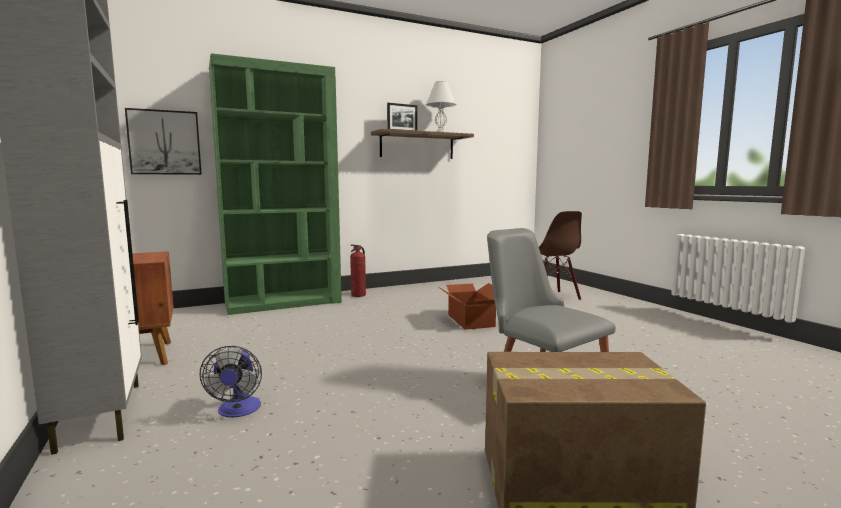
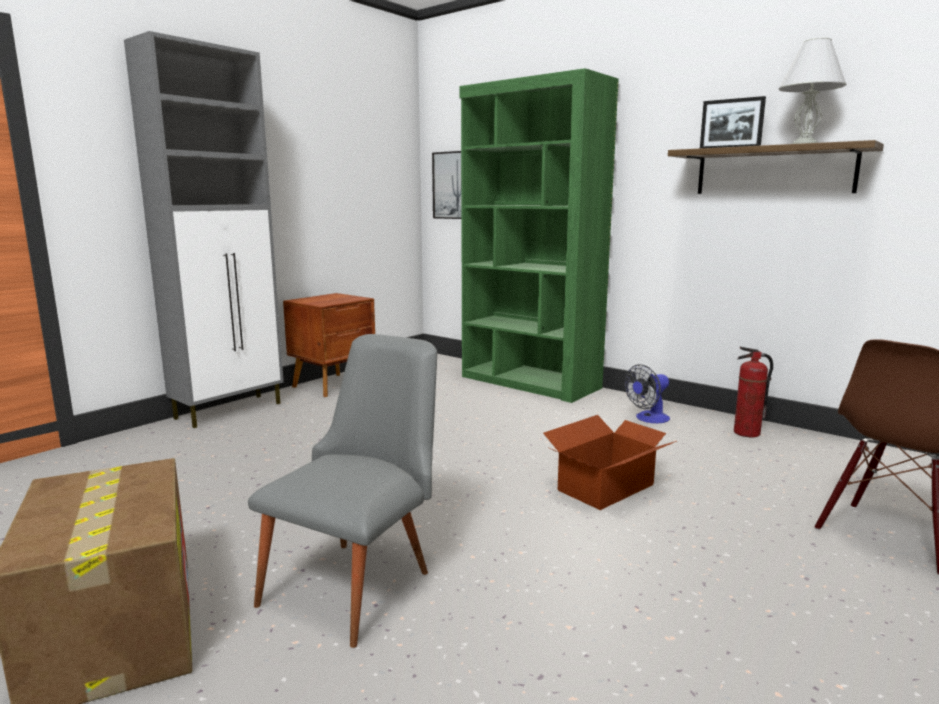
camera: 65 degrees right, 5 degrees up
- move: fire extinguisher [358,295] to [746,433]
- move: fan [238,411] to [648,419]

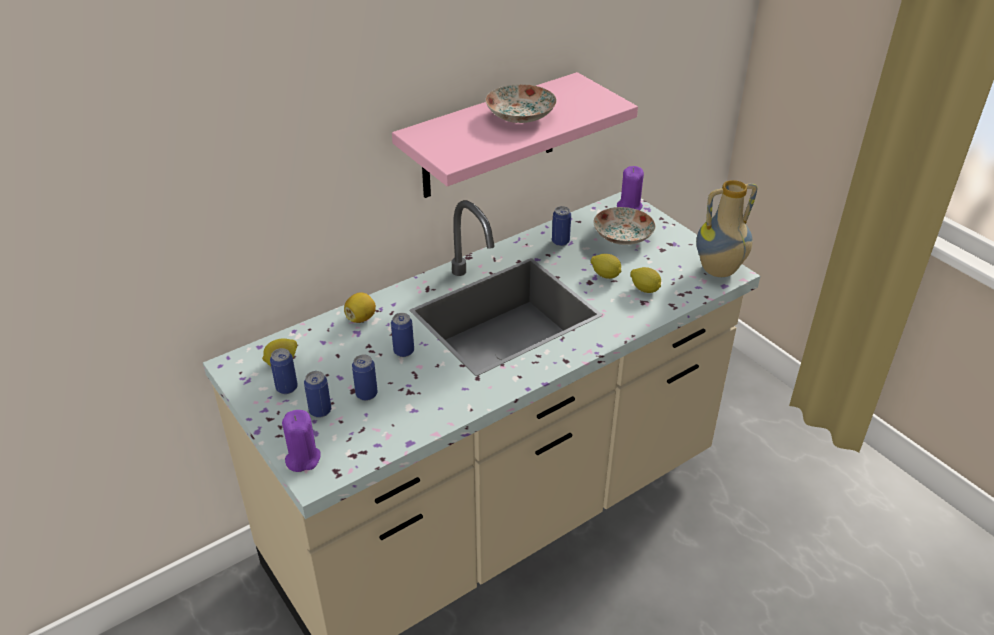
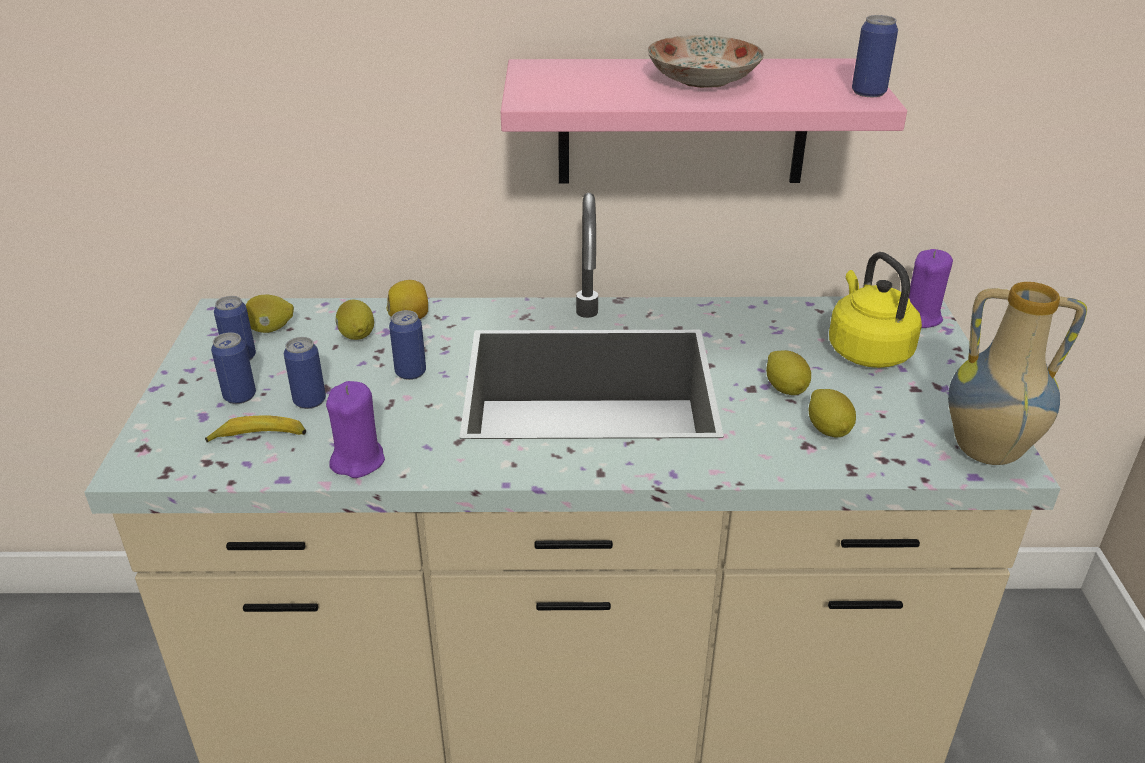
camera: 35 degrees right, 5 degrees down
- move: can [560,241] to [868,93]
- replace: plate [622,236] to kettle in yellow [866,350]
- move: candle in purple [302,458] to [358,461]
- insert: lemon [357,337]
- insert: banana [259,438]

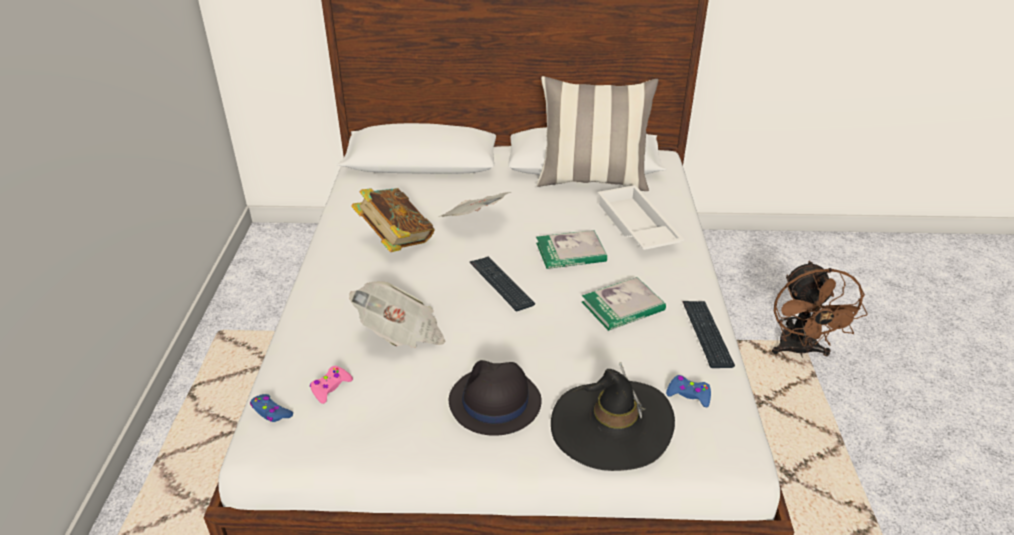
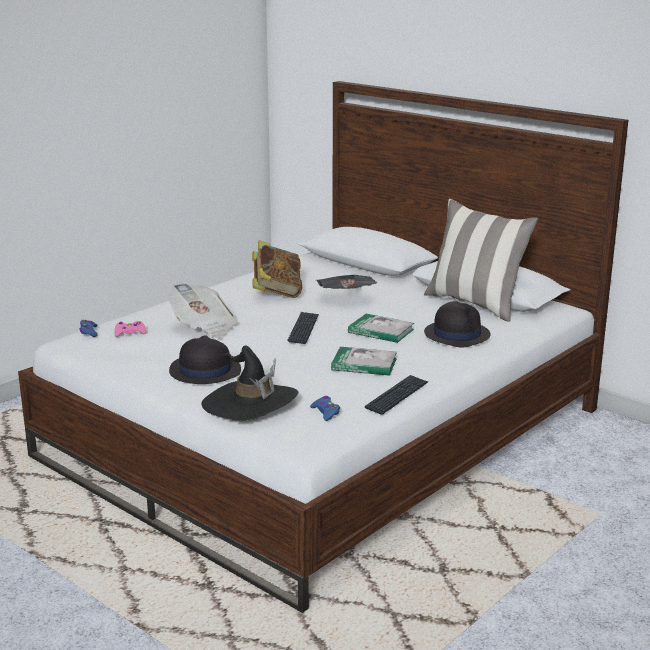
camera: 40 degrees right, 15 degrees down
- replace: tray in white [635,226] to hat in black [456,334]
- delete: fan in brown [799,351]

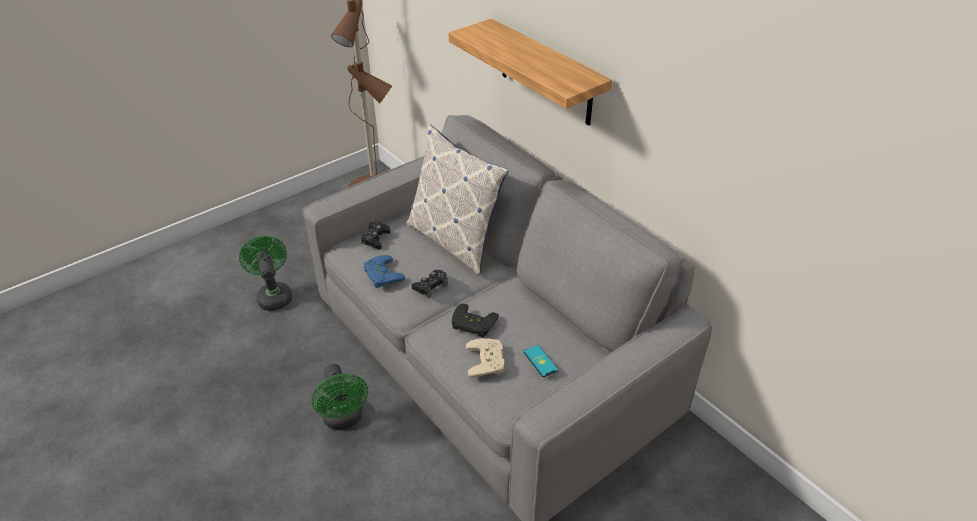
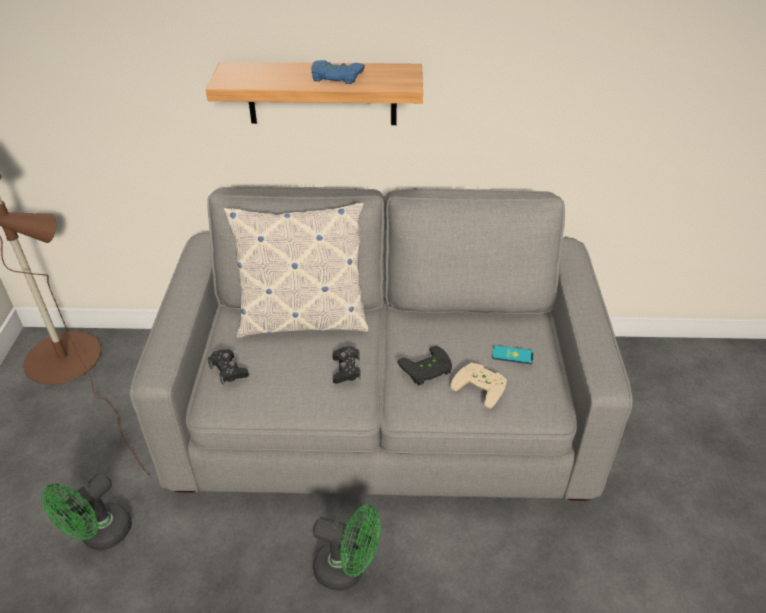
camera: 50 degrees left, 0 degrees up
- rotate: fan in green [273,295] = [100,536] 75 degrees counterclockwise
- move: game controller in blue [380,275] to [335,76]

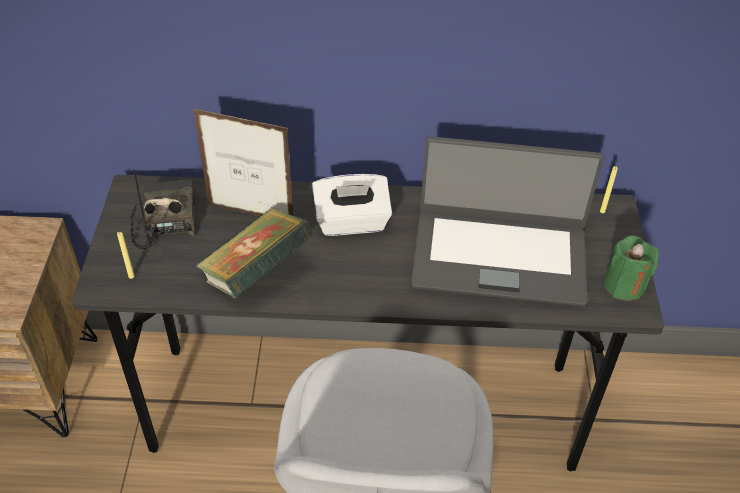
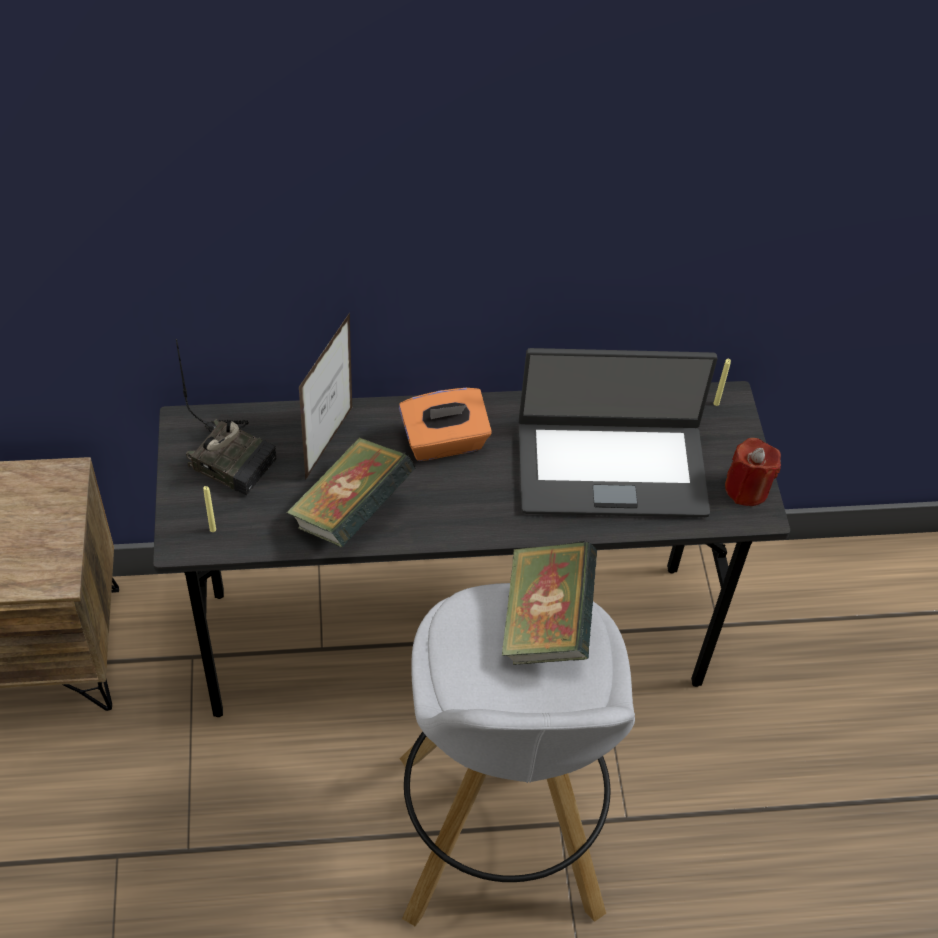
camera: 10 degrees left, 5 degrees up
- rotate: picture frame [251,214] = [329,442] 75 degrees counterclockwise
- rotate: radio [165,219] = [233,458] 135 degrees clockwise
- recolor: tissue box in white [352,222] to tissue box in orange [444,442]
- recolor: candle in green [624,285] to candle in red [746,488]
- insert: book [546,624]

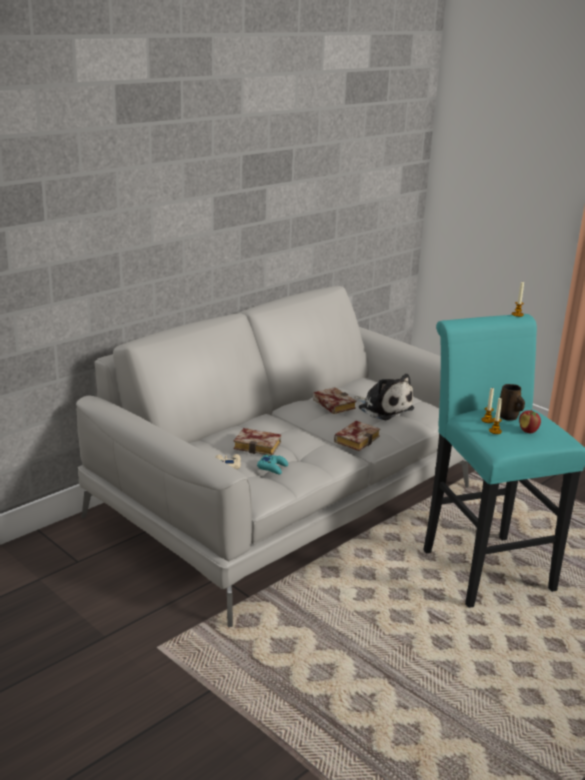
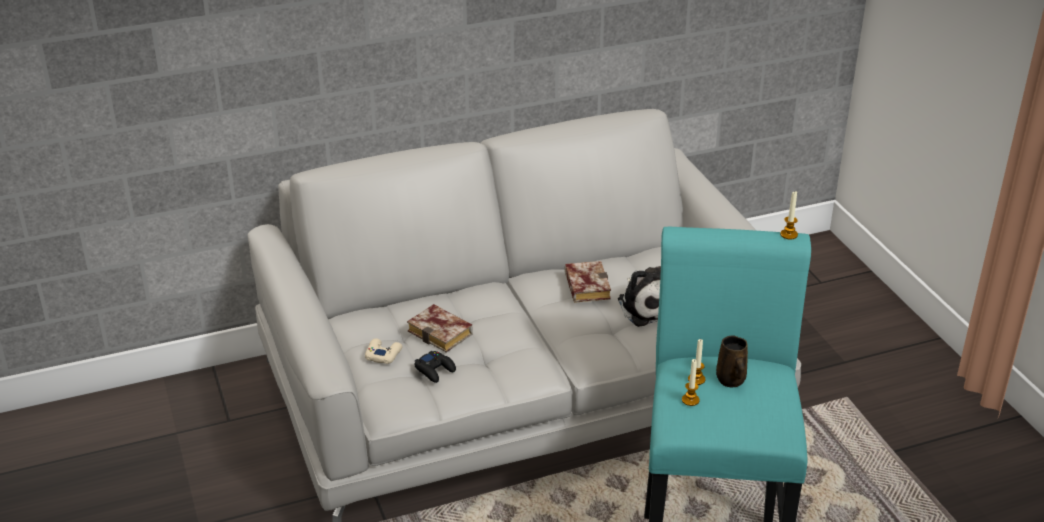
camera: 25 degrees right, 10 degrees up
- delete: apple [528,431]
- delete: book [356,439]
- recolor: game controller in turquoise [273,467] to game controller in black [435,370]

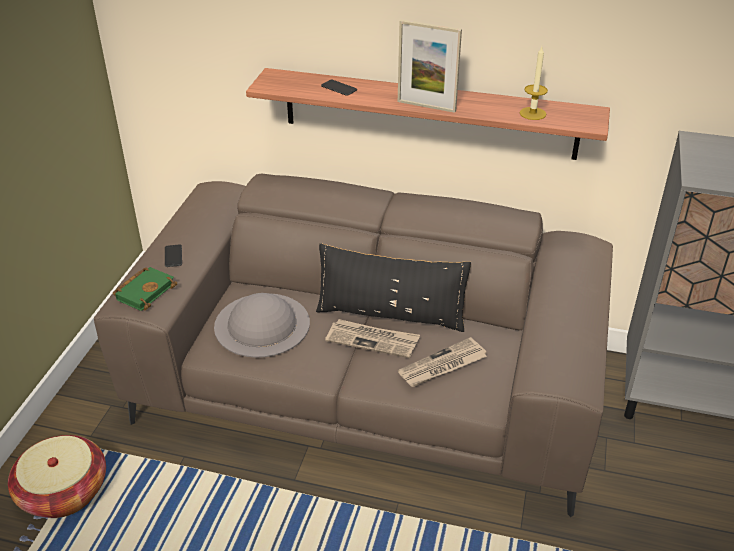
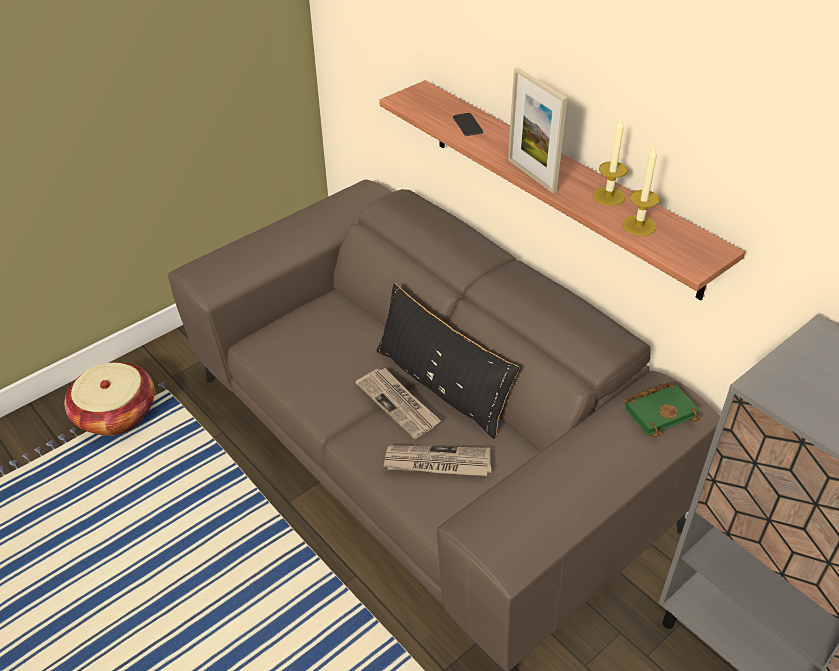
camera: 35 degrees right, 5 degrees up
- delete: phone [173,256]
- move: book in green [145,291] to [660,411]
- delete: hat in grey [262,324]
- insert: candle [608,196]

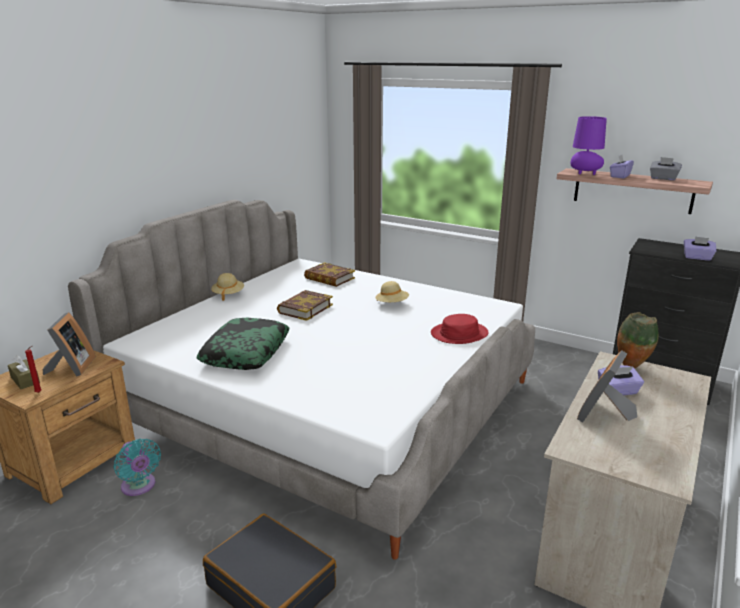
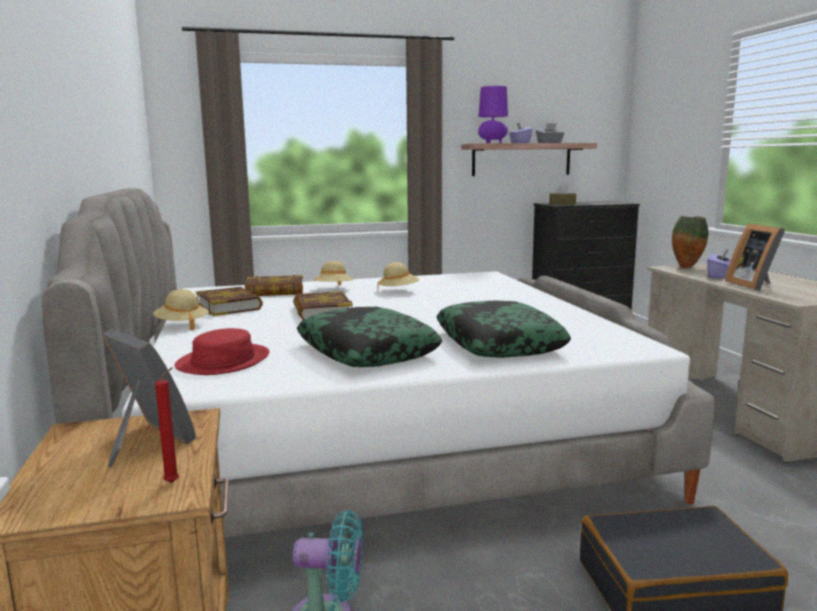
camera: 45 degrees left, 10 degrees down
- delete: tissue box in purple [697,257]
- move: hat in red [459,333] to [223,361]
- move: tissue box in brown [25,380] to [562,204]
- insert: hat in beige [333,289]
- insert: book [229,307]
- insert: pillow [498,343]

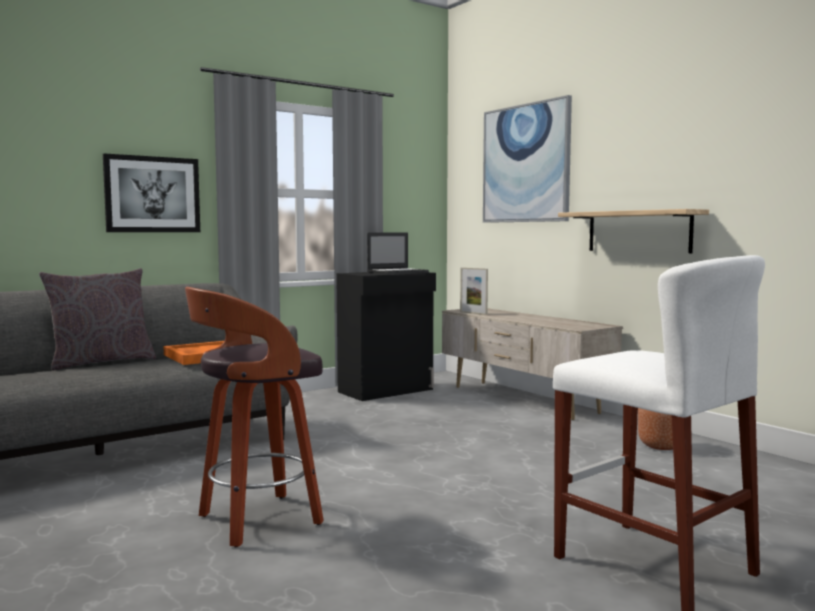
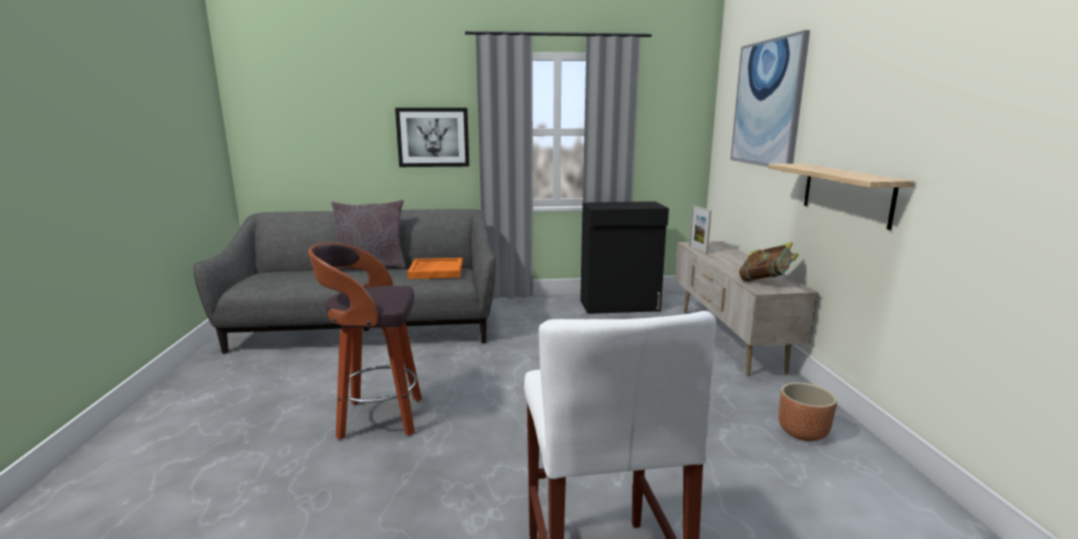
camera: 30 degrees right, 10 degrees up
- delete: laptop [398,272]
- insert: book [765,282]

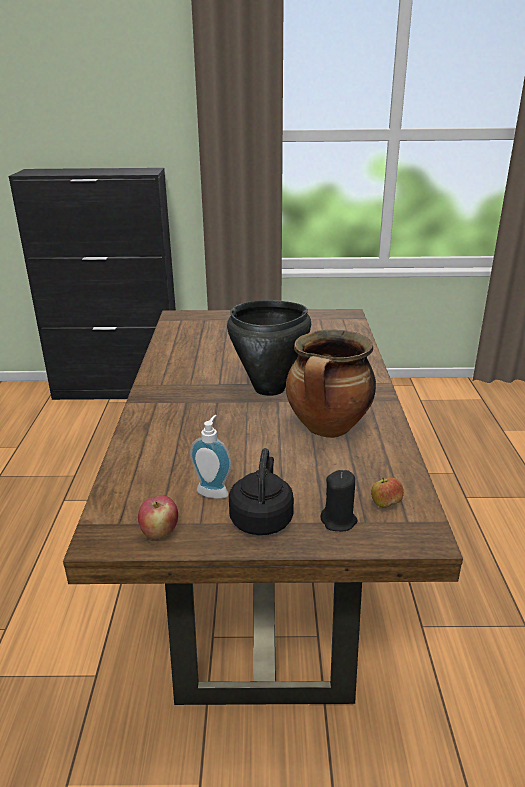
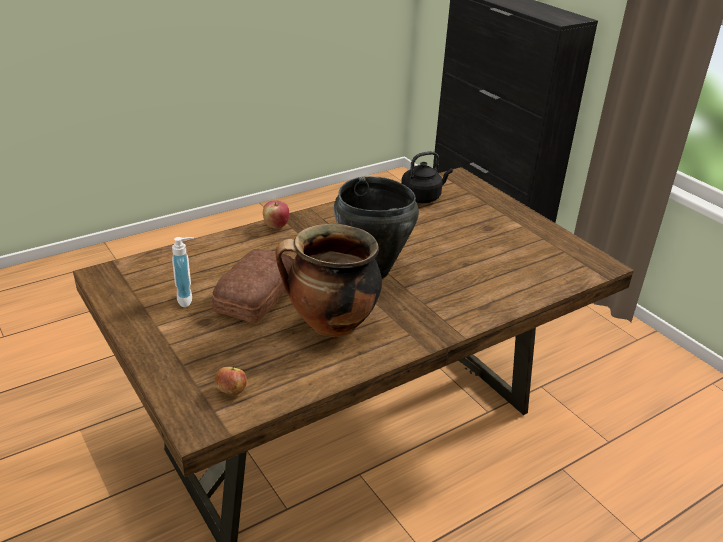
camera: 55 degrees right, 5 degrees up
- move: kettle in black [262,518] to [422,197]
- delete: candle in black [339,521]
- move: apple [159,533] to [276,226]
- insert: bread [254,294]

